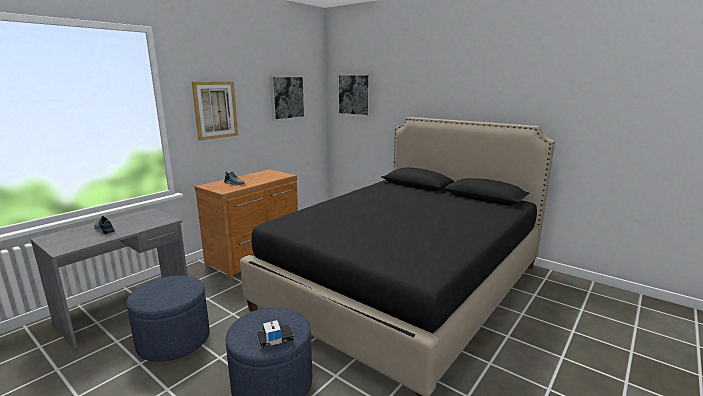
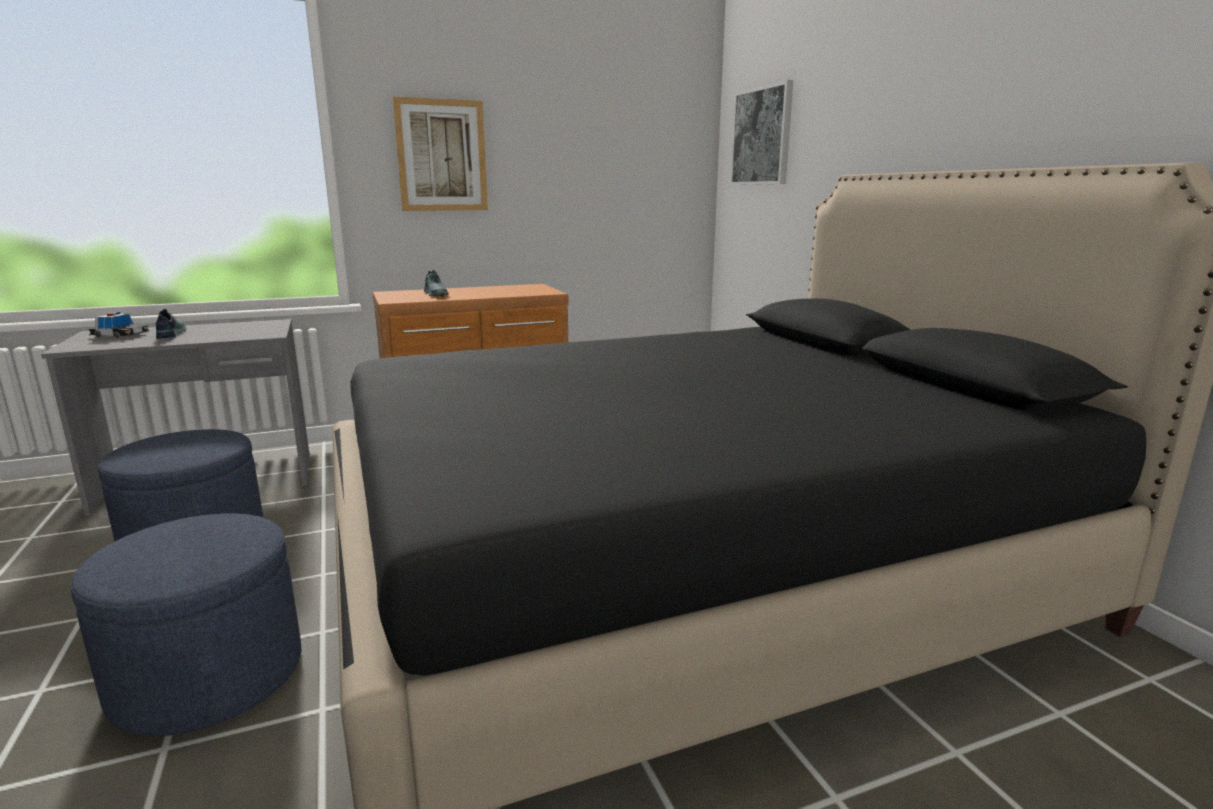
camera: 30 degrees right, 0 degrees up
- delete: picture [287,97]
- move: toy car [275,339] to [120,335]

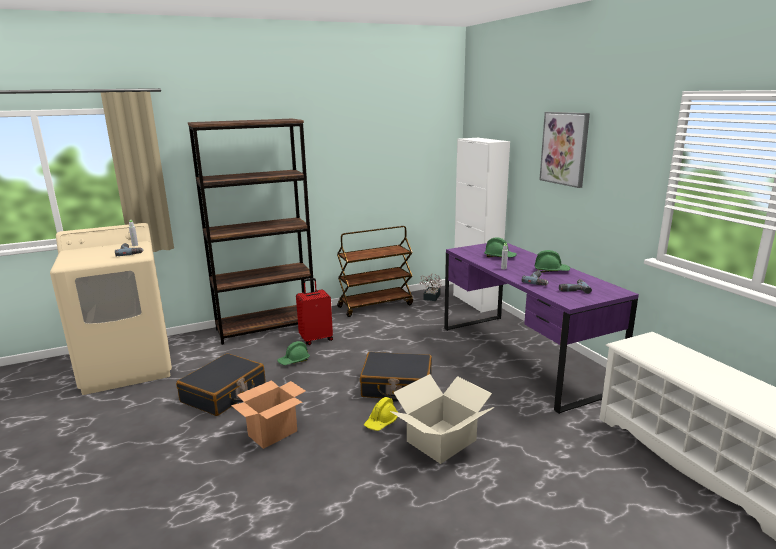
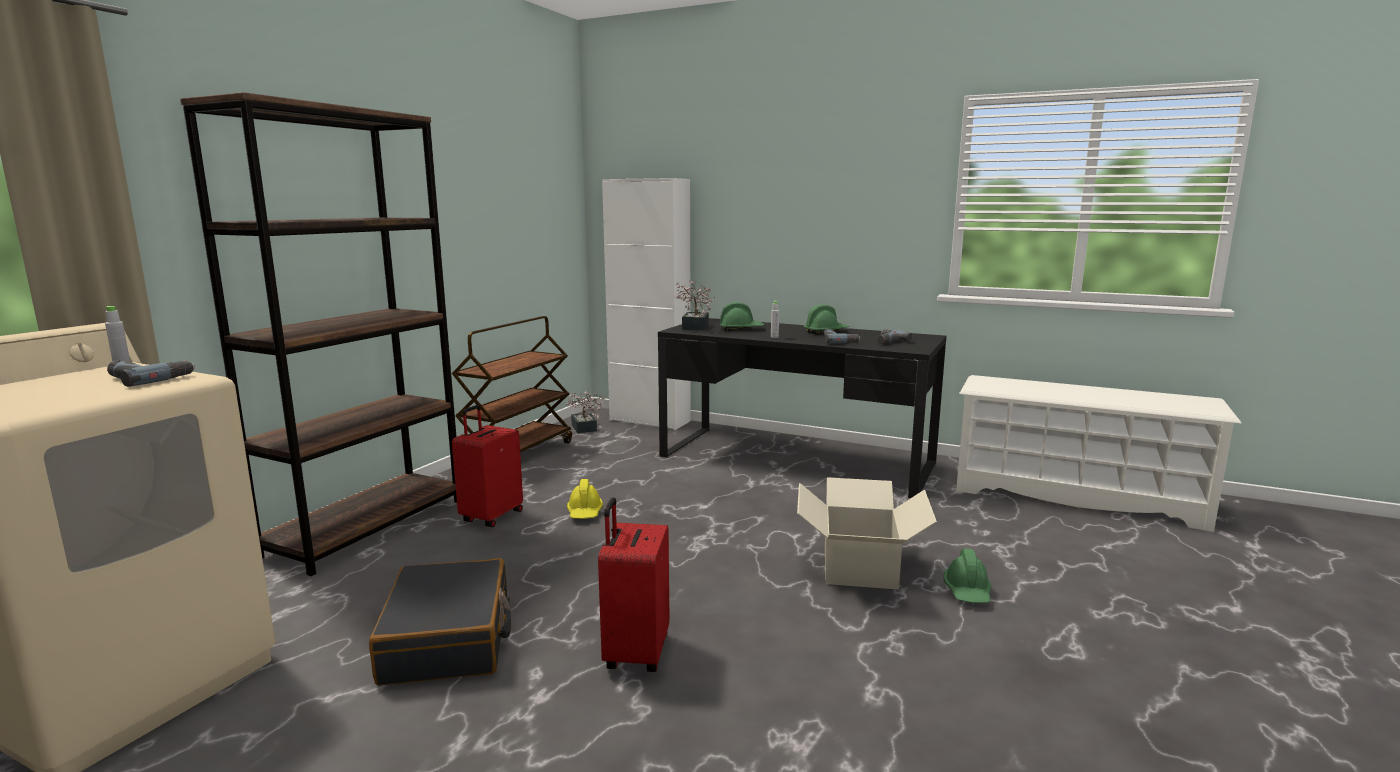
camera: 40 degrees left, 5 degrees down
- delete: picture [564,148]
- recolor: desk in purple [522,356] to desk in black [795,460]
- move: hard hat in green [294,361] to [967,591]
- delete: suitcase in black [397,386]
- replace: cardboard box [273,433] to suitcase in red [635,653]
- move: hard hat in yellow [381,422] to [585,512]
- insert: potted plant [694,328]

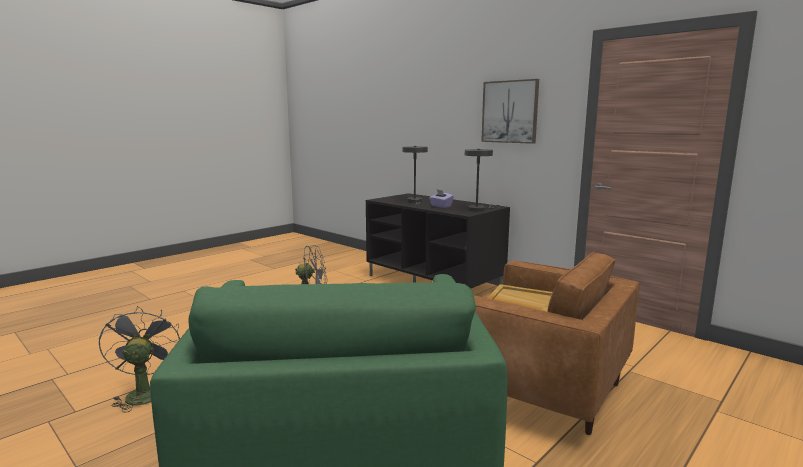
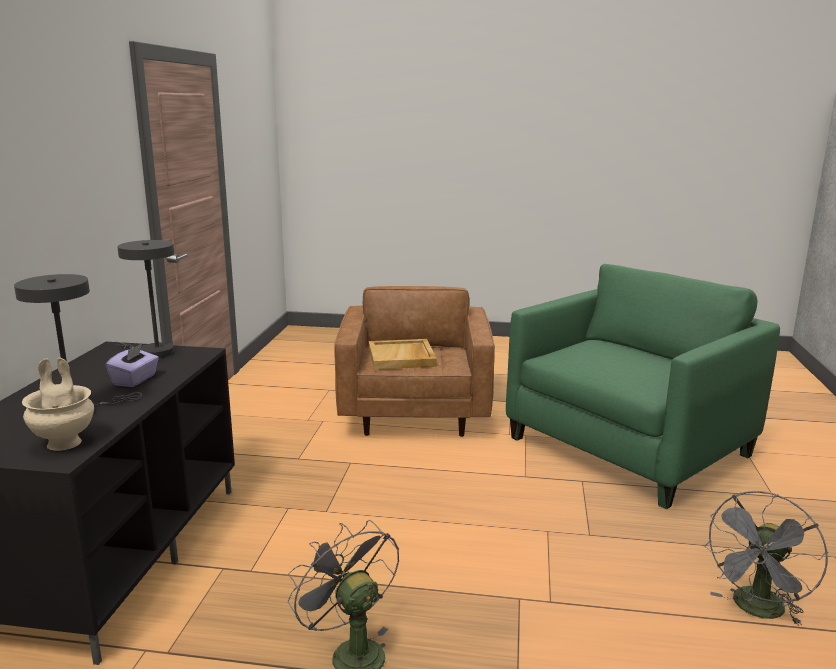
camera: 125 degrees left, 5 degrees up
- delete: picture [510,112]
- insert: vase in beige [65,443]

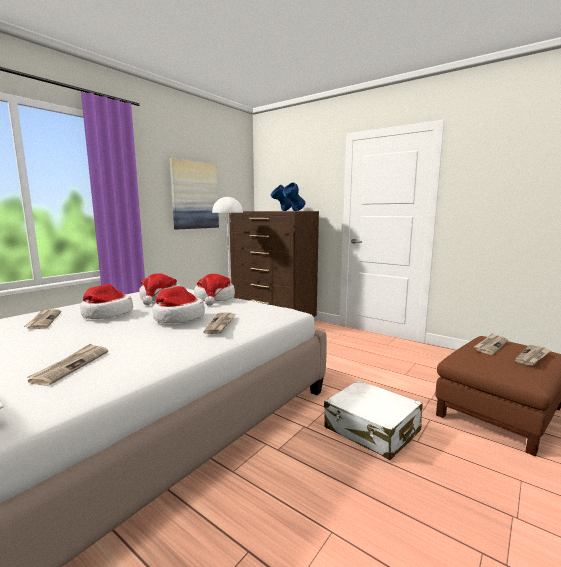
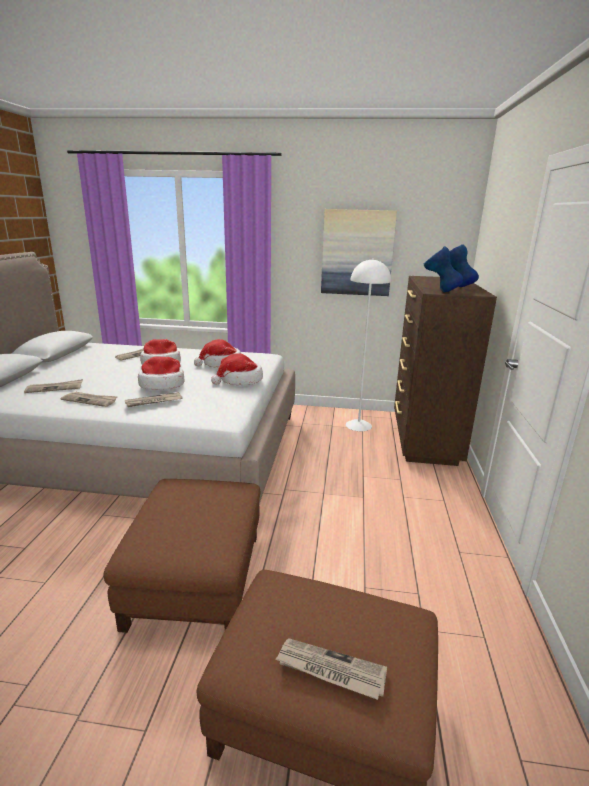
camera: 60 degrees right, 10 degrees up
- move: newspaper [491,345] to [90,400]
- replace: suitcase in white [371,430] to ottoman in brown [197,579]

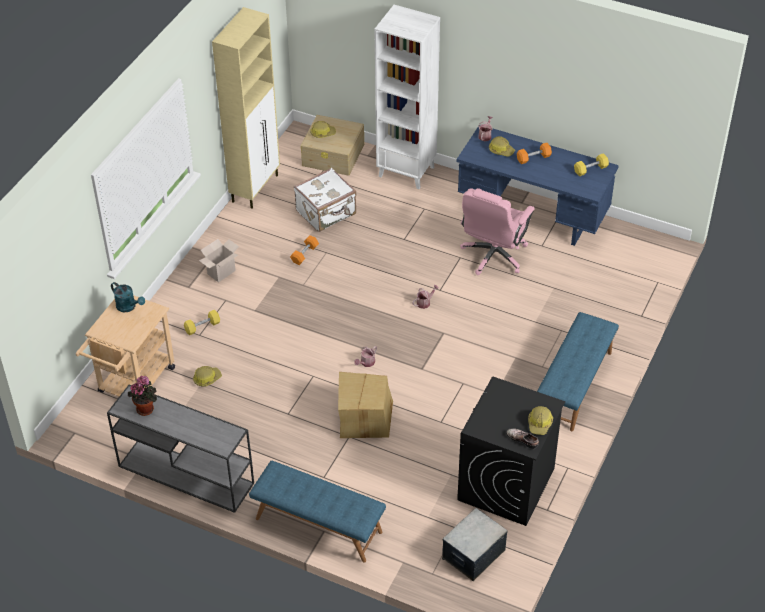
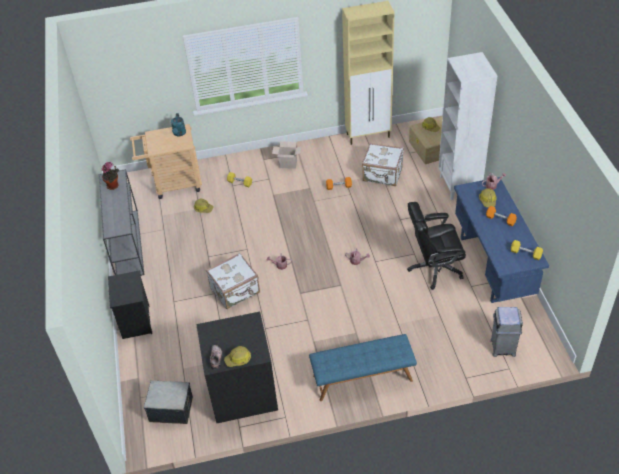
camera: 55 degrees right, 0 degrees up
- recolor: office chair in pink [493,255] to office chair in black [434,268]
- replace: cardboard box [364,417] to suitcase in white [235,291]
- replace: bench in blue [318,525] to nightstand in black [135,321]
- insert: trash can in grey [503,347]

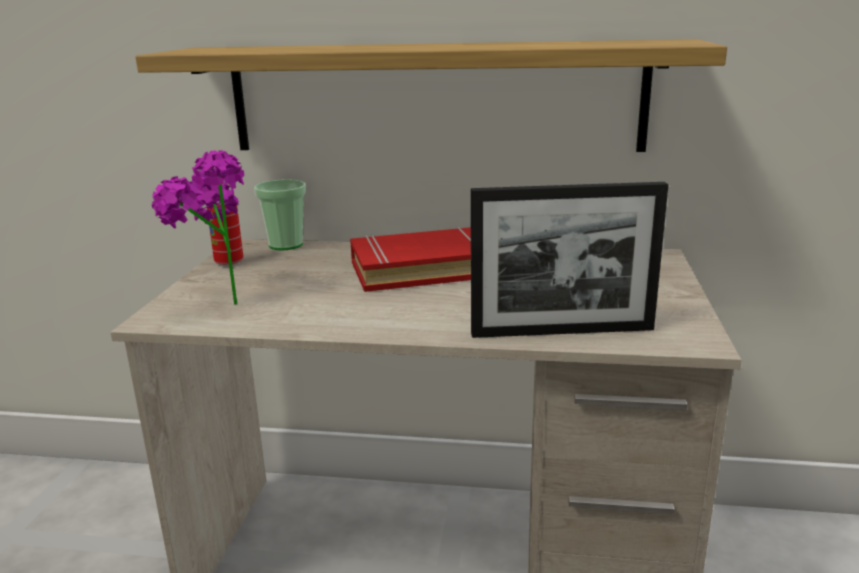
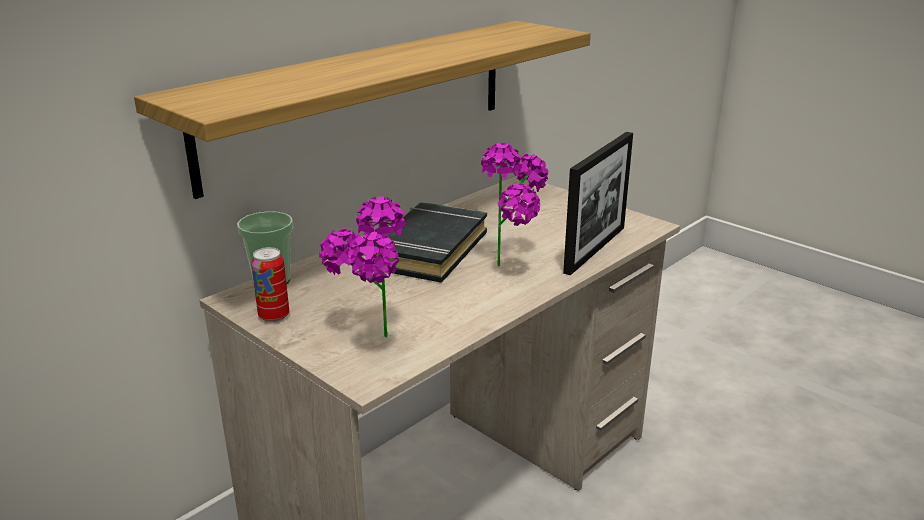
camera: 55 degrees left, 5 degrees up
- recolor: book in red [425,269] to book in black [429,250]
- insert: potted plant [515,266]

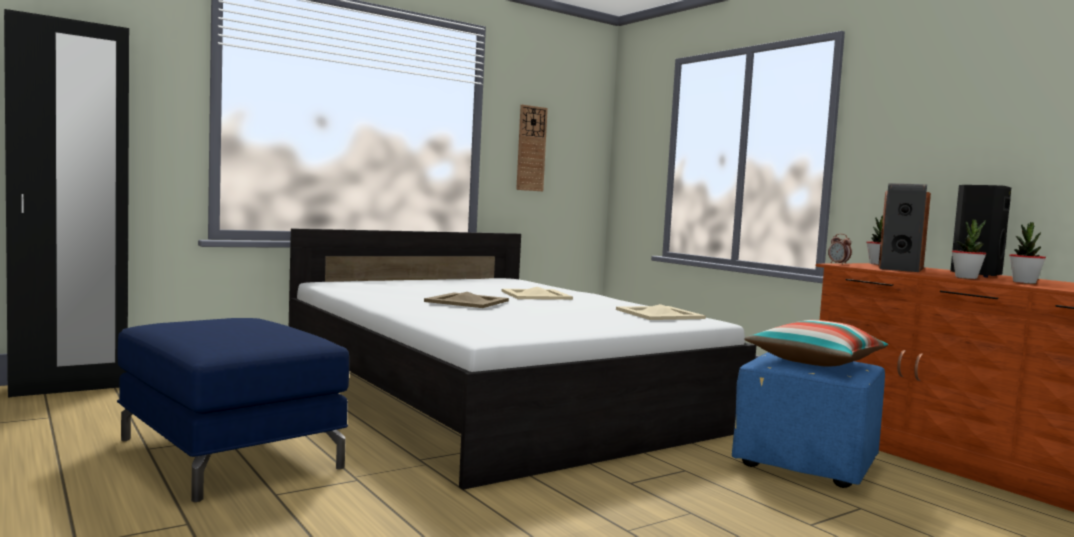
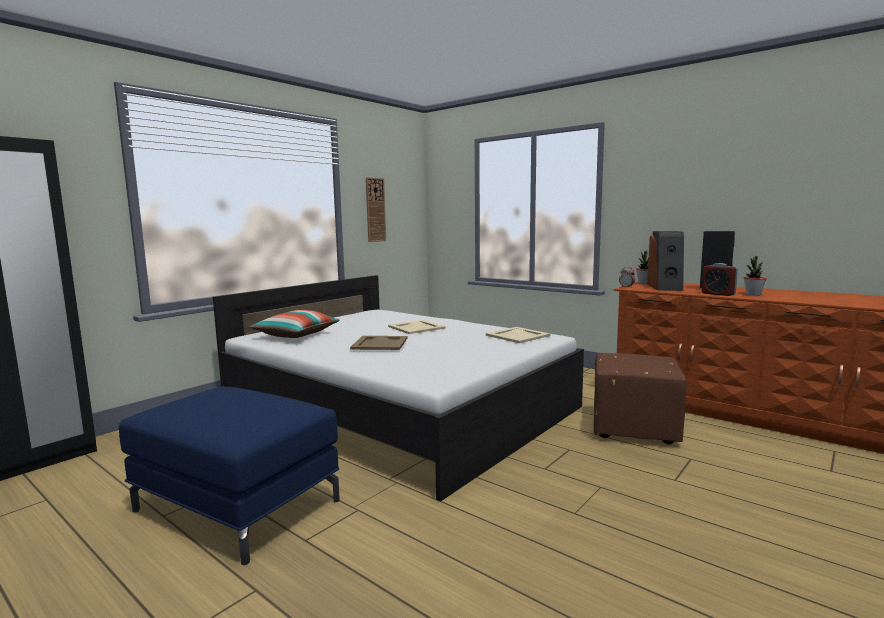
camera: 15 degrees left, 5 degrees up
- replace: potted plant [966,278] to alarm clock [718,294]
- move: pillow [815,361] to [296,335]
- recolor: ottoman in blue [803,463] to ottoman in brown [632,428]

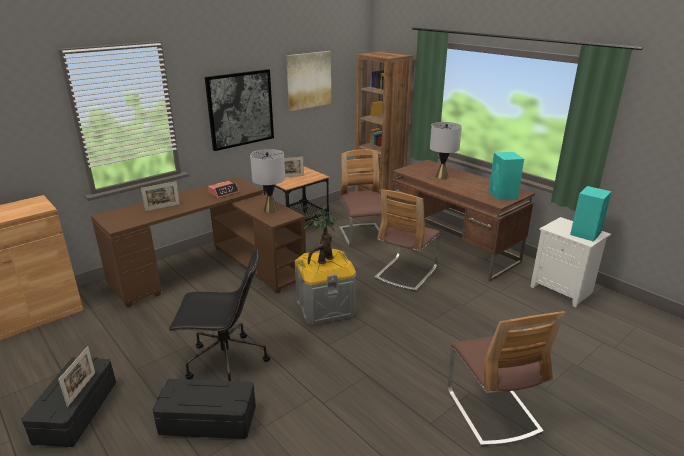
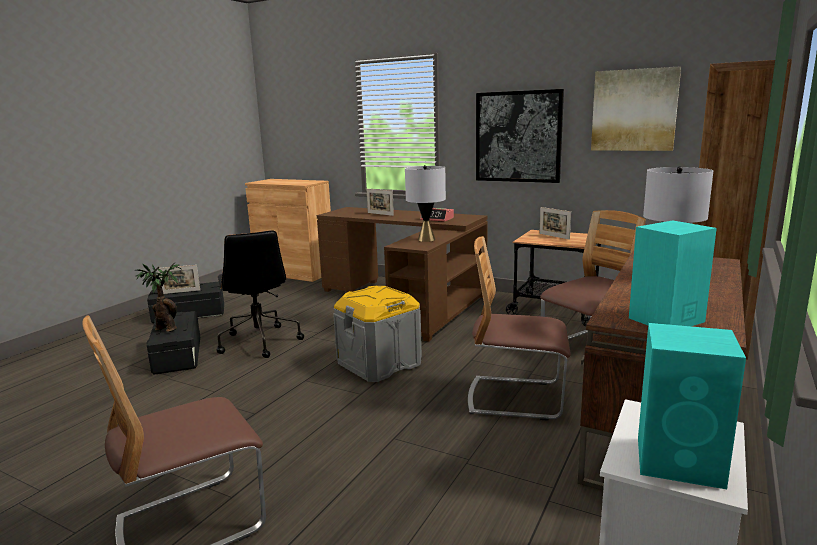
camera: 70 degrees right, 10 degrees down
- move: potted plant [322,261] to [165,329]

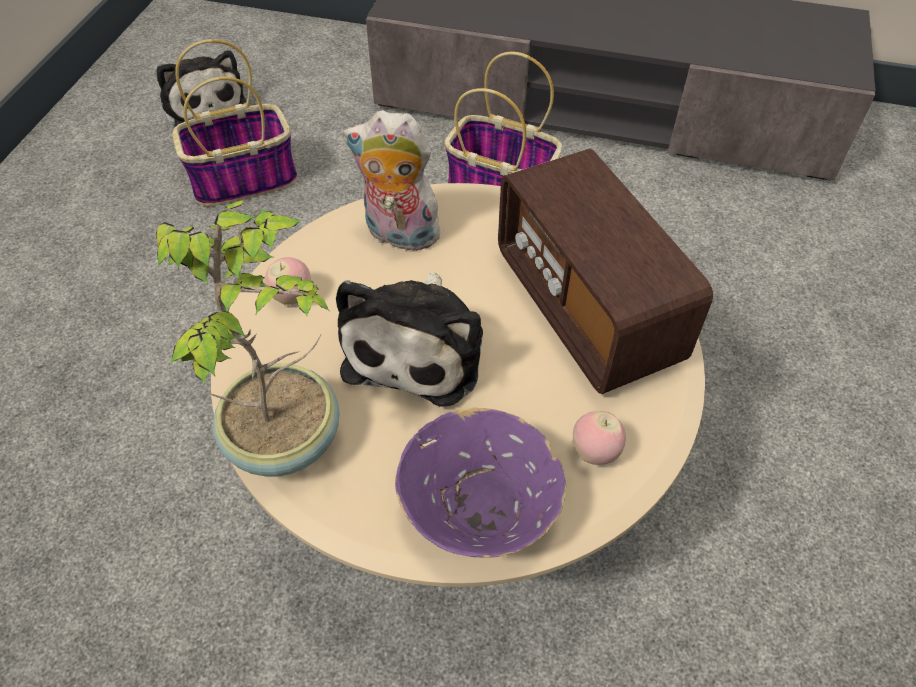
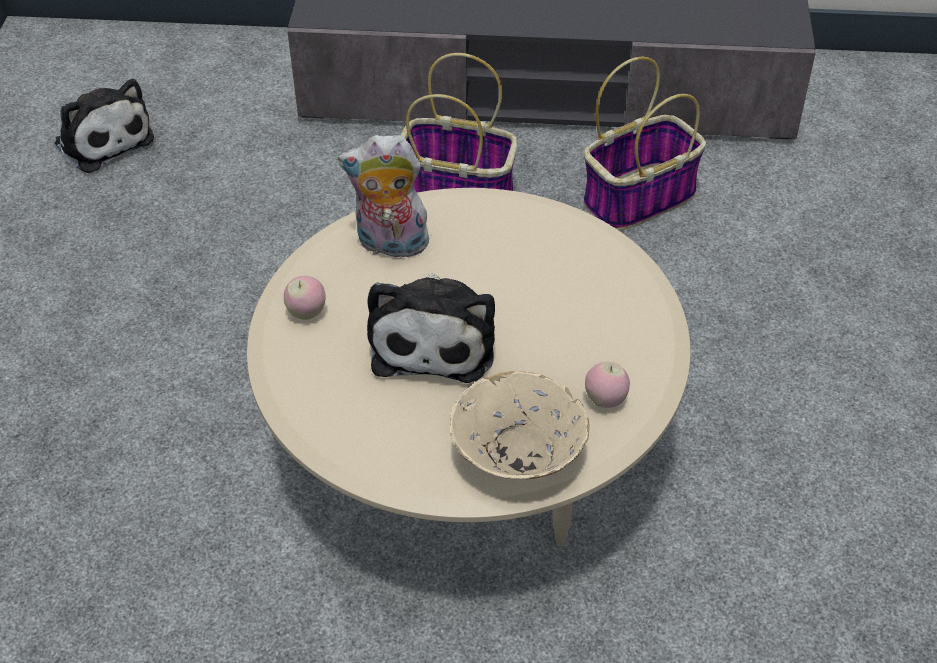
camera: 10 degrees left, 5 degrees down
- move: basket [245,179] to [639,197]
- delete: radio [586,308]
- delete: potted plant [287,437]
- recolor: bowl in purple [480,507] to bowl in beige [518,455]

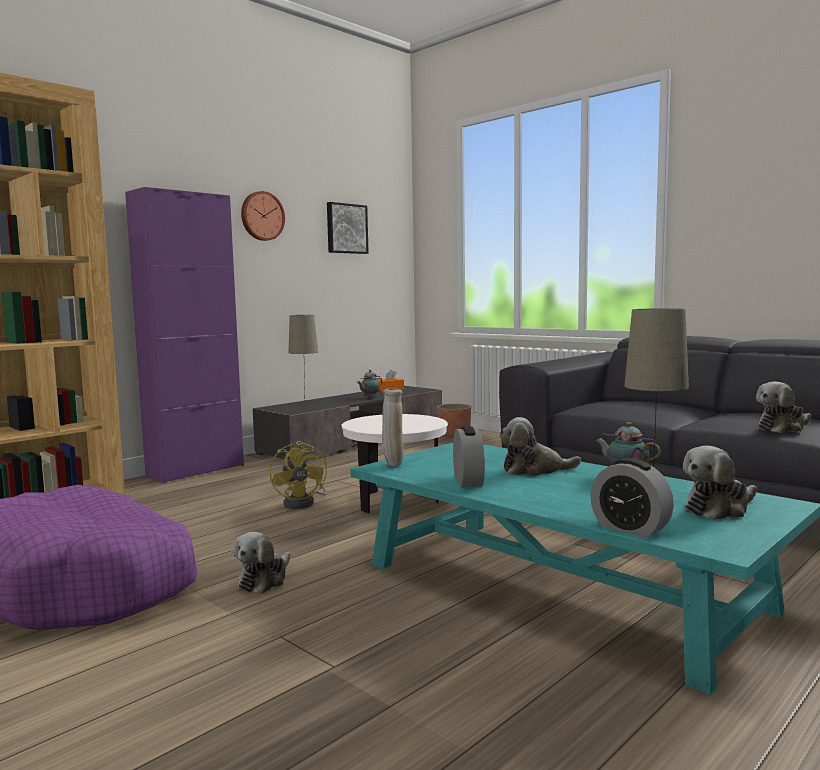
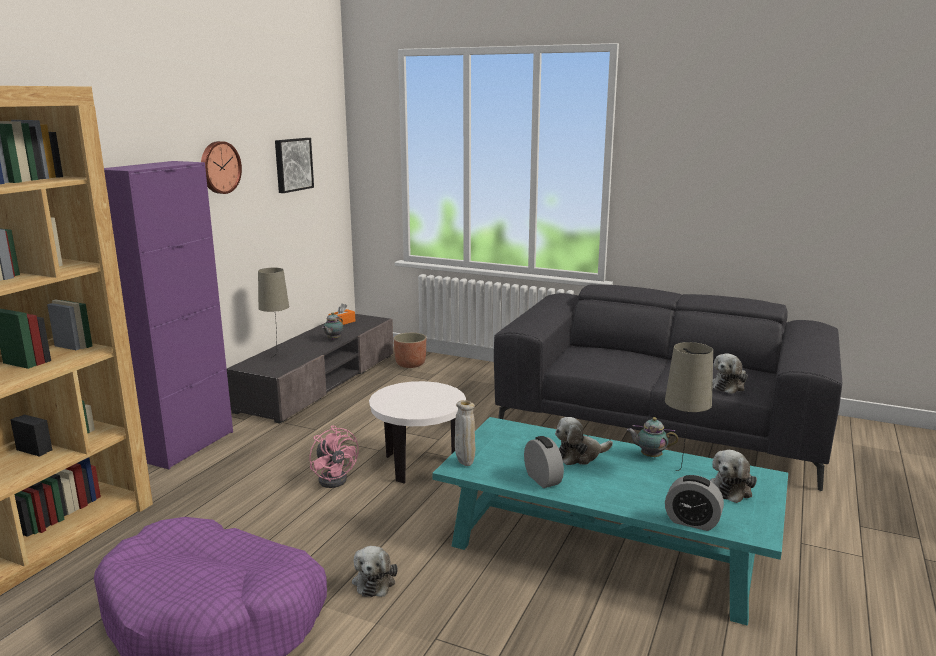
camera: 20 degrees left, 10 degrees up
- recolor: fan in yellow [303,502] to fan in pink [335,478]

